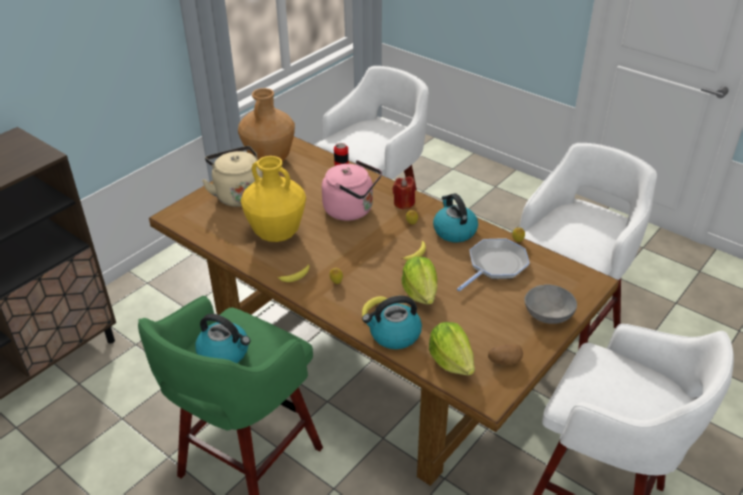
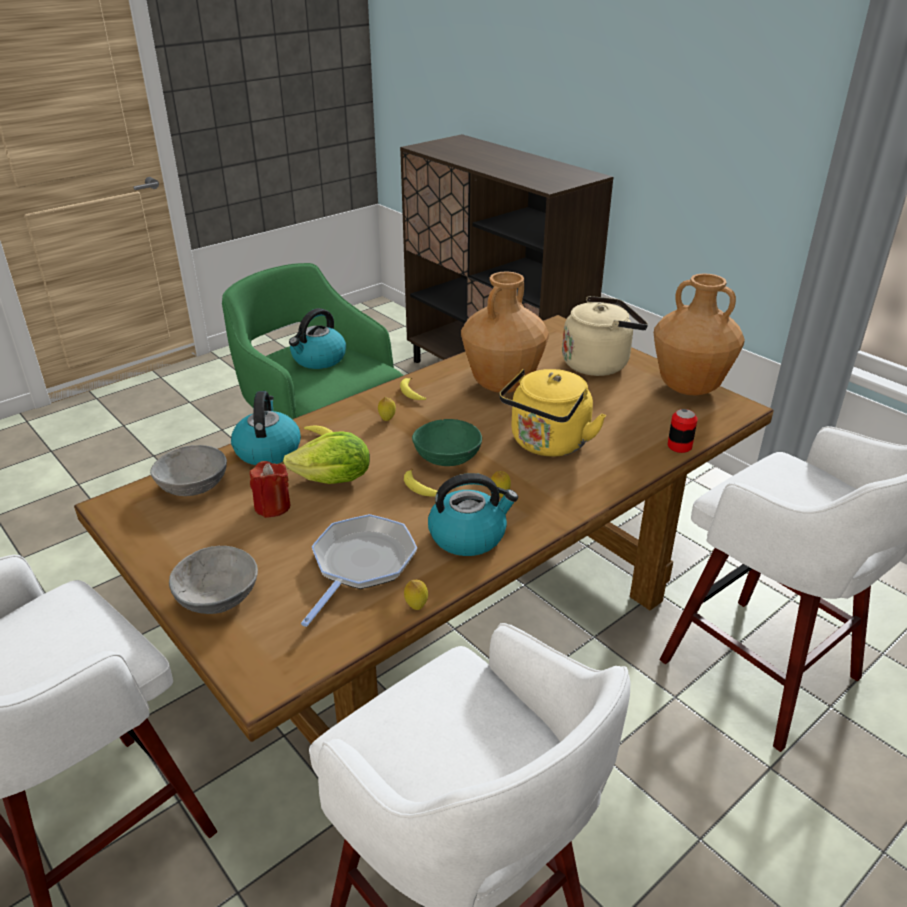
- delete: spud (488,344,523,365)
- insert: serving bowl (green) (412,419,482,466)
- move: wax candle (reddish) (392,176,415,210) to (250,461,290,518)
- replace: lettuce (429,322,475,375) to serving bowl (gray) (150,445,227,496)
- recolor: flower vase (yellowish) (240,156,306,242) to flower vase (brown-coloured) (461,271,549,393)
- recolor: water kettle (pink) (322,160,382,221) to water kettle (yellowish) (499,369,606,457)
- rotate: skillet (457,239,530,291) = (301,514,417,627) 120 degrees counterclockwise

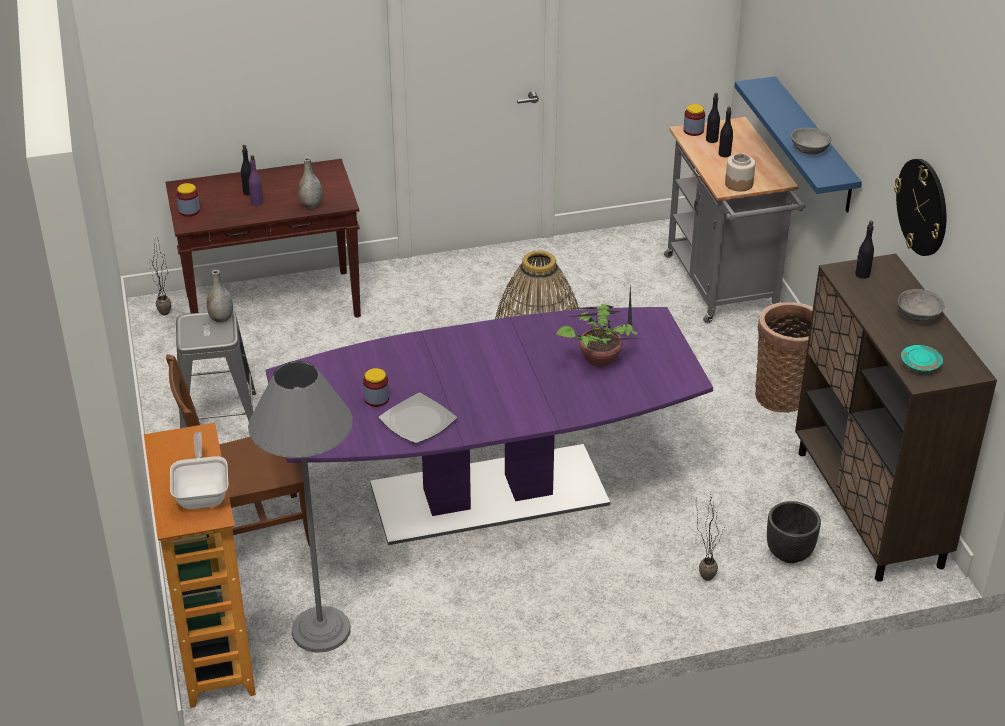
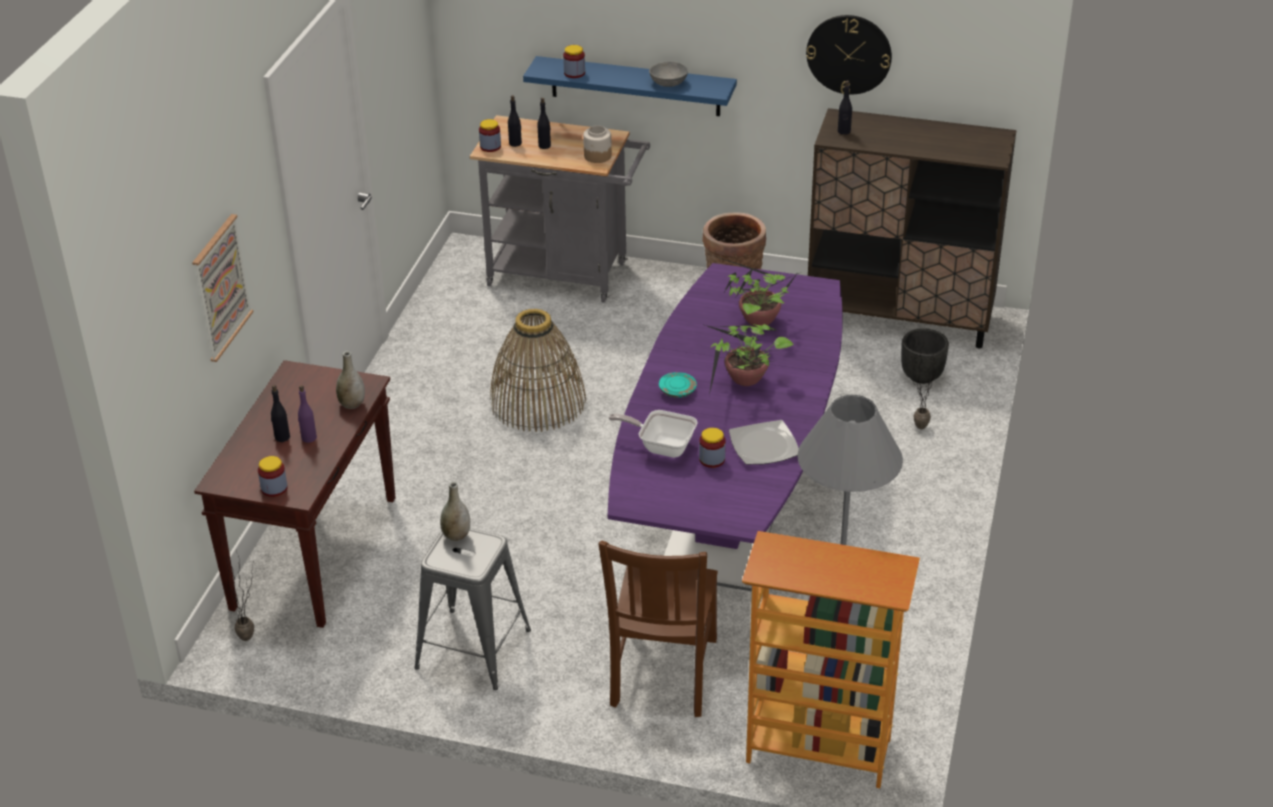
- delete: serving bowl (gray) (898,289,944,322)
- insert: wall picture (192,214,254,362)
- insert: storage jar (563,45,585,78)
- insert: houseplant (702,324,794,395)
- move: skillet (170,432,229,509) to (609,410,698,458)
- move: flat dish (blue-green) (901,345,943,373) to (659,372,697,398)

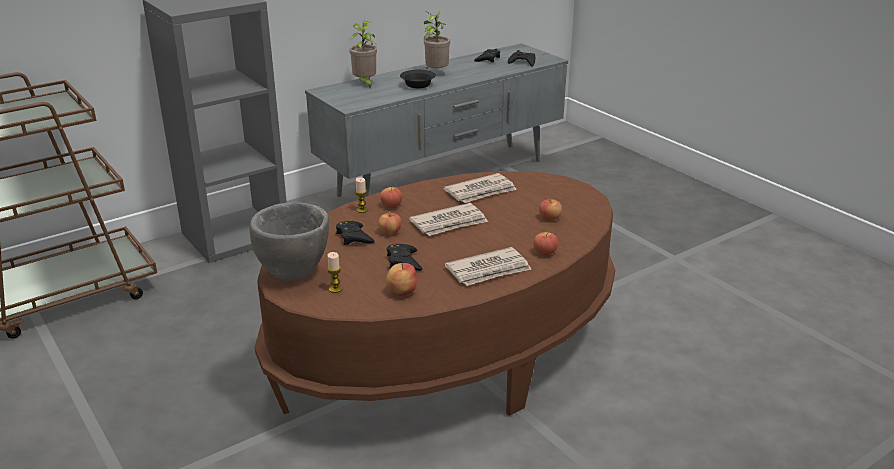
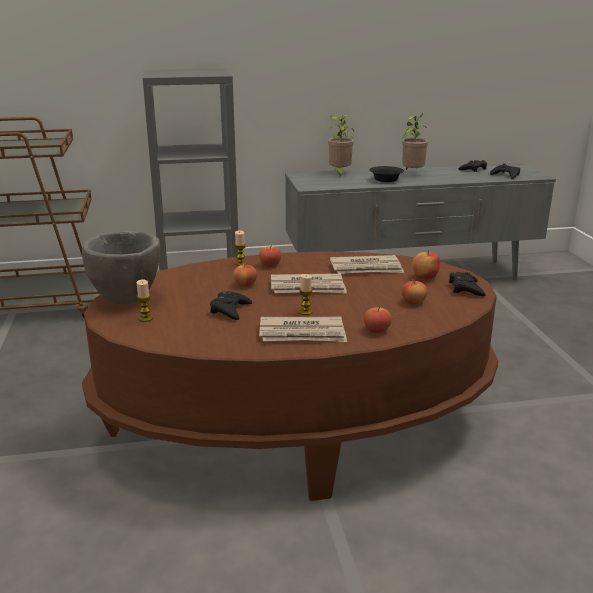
- insert: wax candle (299,274,313,315)
- move: gamepad (black-coloured) (336,221,375,245) to (449,271,486,296)
- move: whole apple (386,263,417,296) to (412,250,440,280)

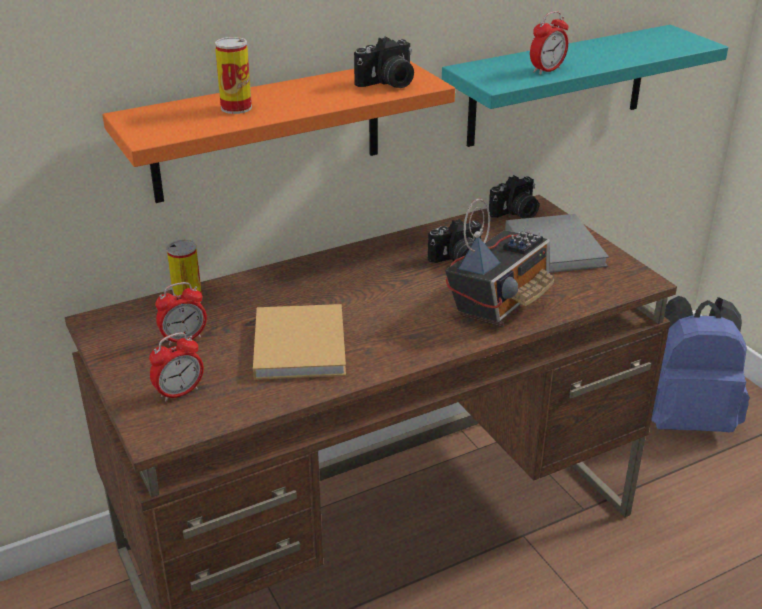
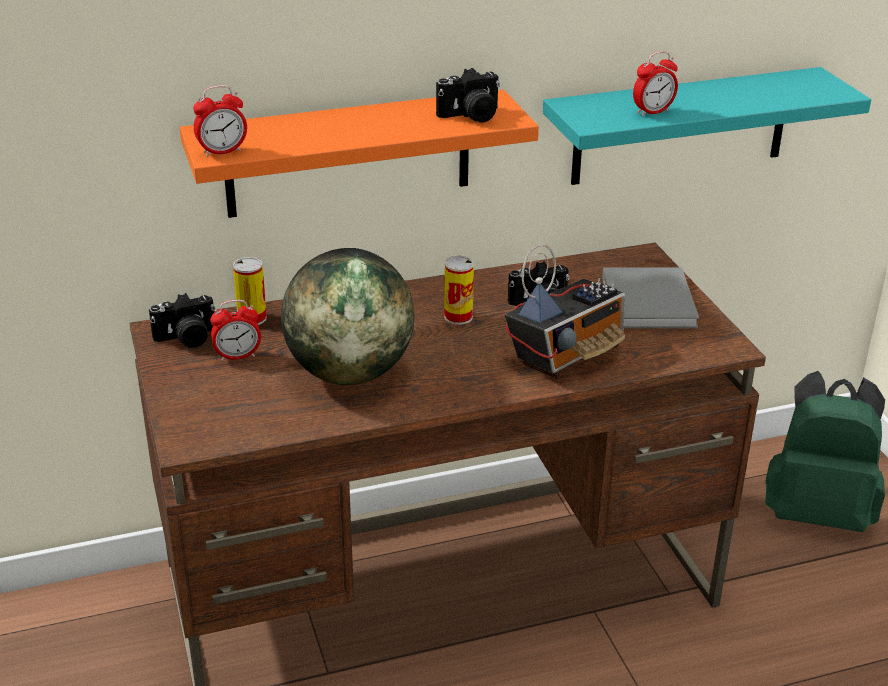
- move: bedside clock (149,332,204,402) to (193,85,247,157)
- move: metal can (215,37,252,114) to (444,256,474,325)
- move: still camera (489,175,539,218) to (149,293,215,348)
- replace: volume (beige) (253,304,346,380) to world globe (281,248,414,385)
- recolor: knapsack (blue-coloured) (651,296,750,432) to knapsack (green) (765,371,885,532)

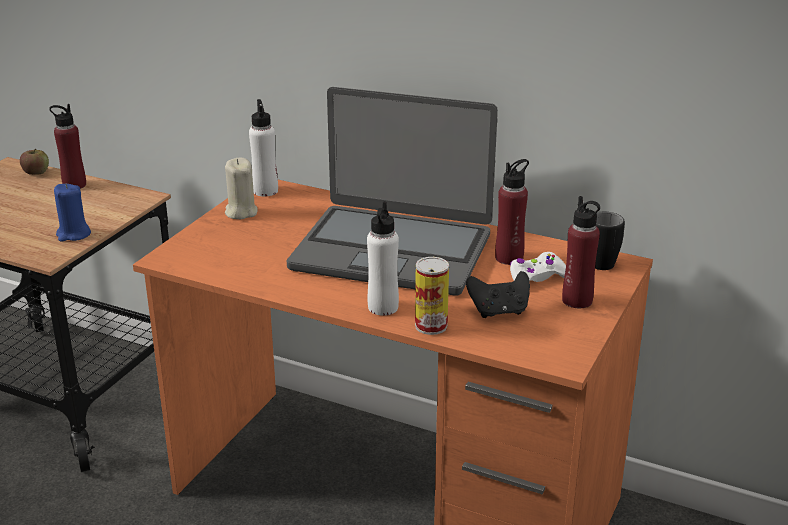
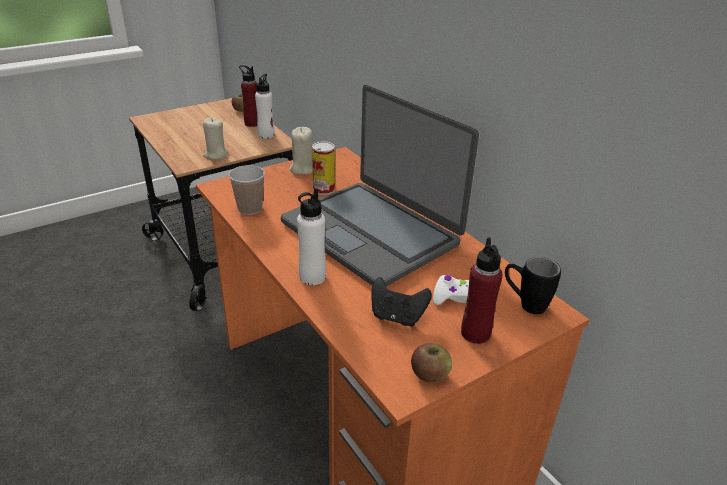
- delete: bottle (reddish) (495,159,529,265)
- insert: cup (229,165,265,215)
- insert: whole apple (411,343,452,382)
- move: bottle (white) (249,99,278,197) to (255,73,275,139)
- move: metal can (415,257,449,335) to (312,141,335,195)
- recolor: wax candle (blue-coloured) (54,184,91,242) to wax candle (beige) (203,118,228,159)

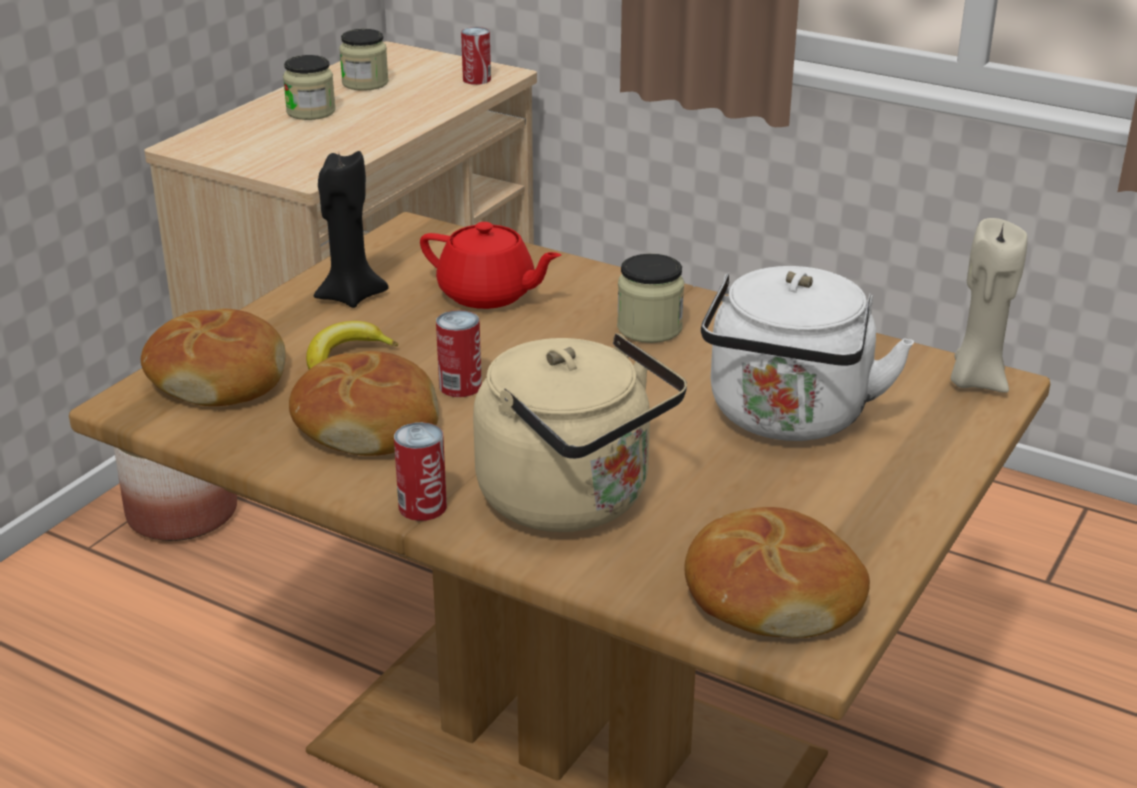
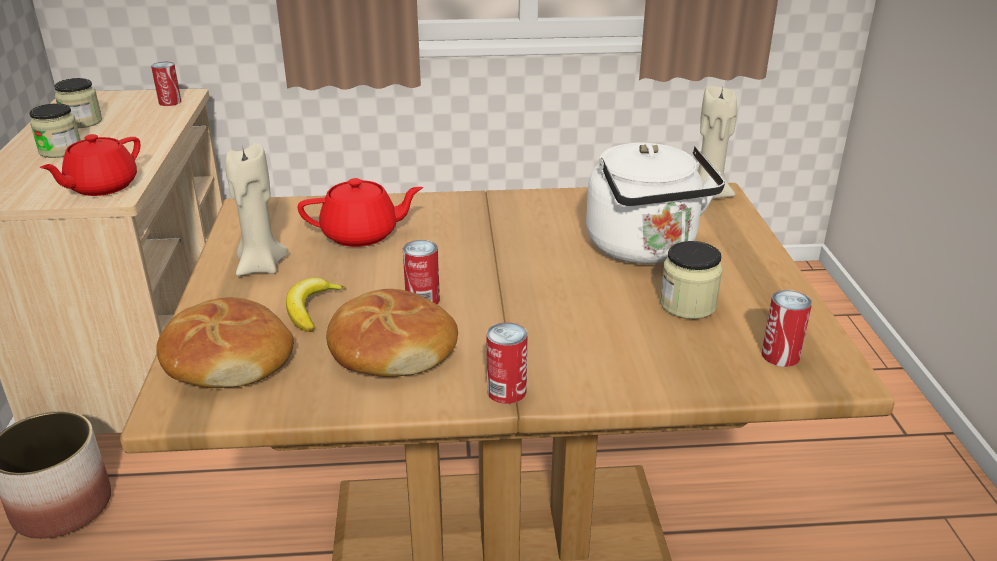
- delete: water kettle (beige) (473,333,687,532)
- insert: tea pot (reddish) (40,134,141,196)
- move: storage jar (617,254,684,343) to (660,241,723,319)
- replace: bakery bread (684,507,870,638) to metal can (761,290,812,367)
- recolor: wax candle (black-coloured) (314,151,389,308) to wax candle (beige) (226,143,288,276)

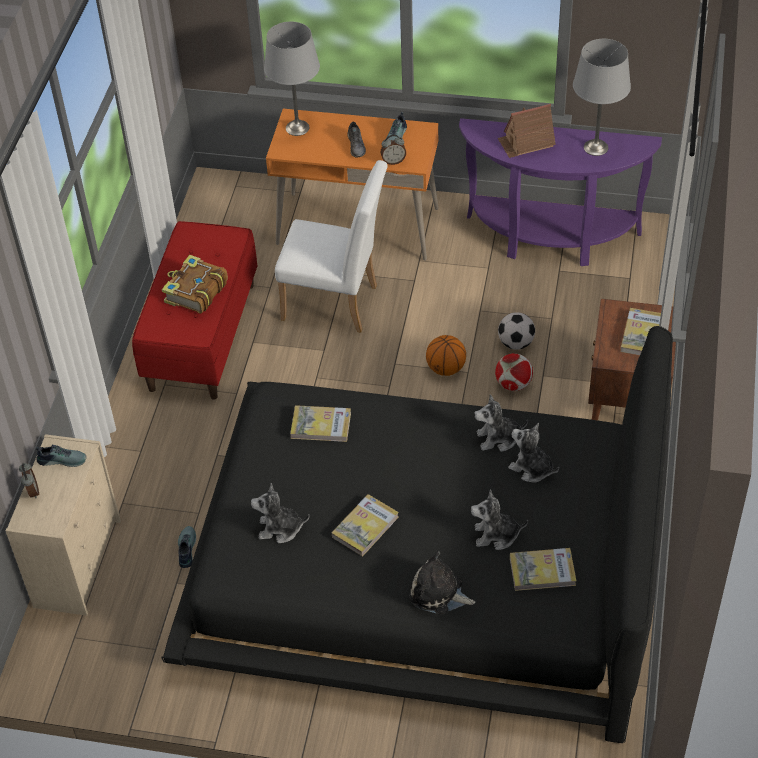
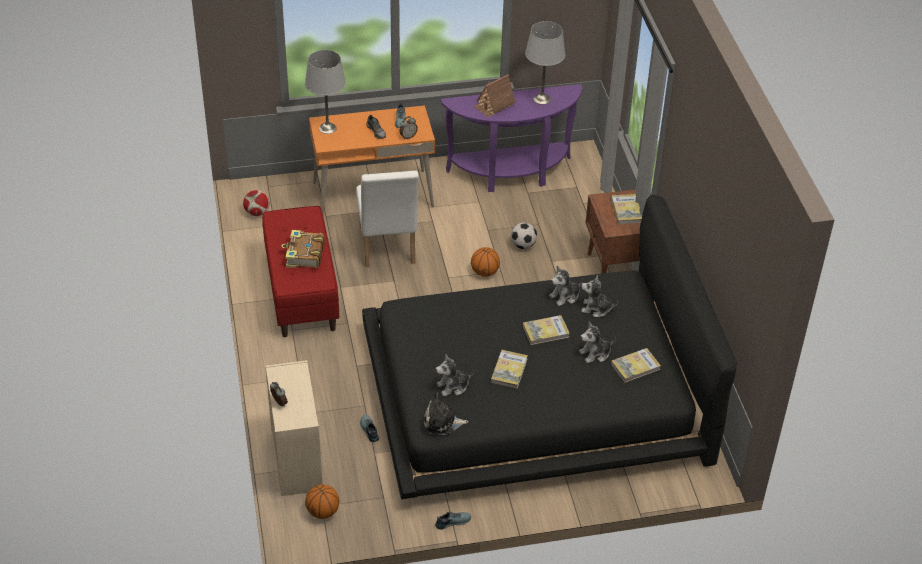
- insert: basketball ball (305,484,340,519)
- move: shoe (36,445,87,467) to (435,512,471,530)
- move: volume (290,405,351,442) to (523,315,570,345)
- move: plush toy (409,551,475,614) to (424,392,469,435)
- move: ball for football (495,353,533,391) to (243,190,269,216)
- rotate: upright chair (white) (275,160,388,333) = (356,170,419,267) 90 degrees clockwise

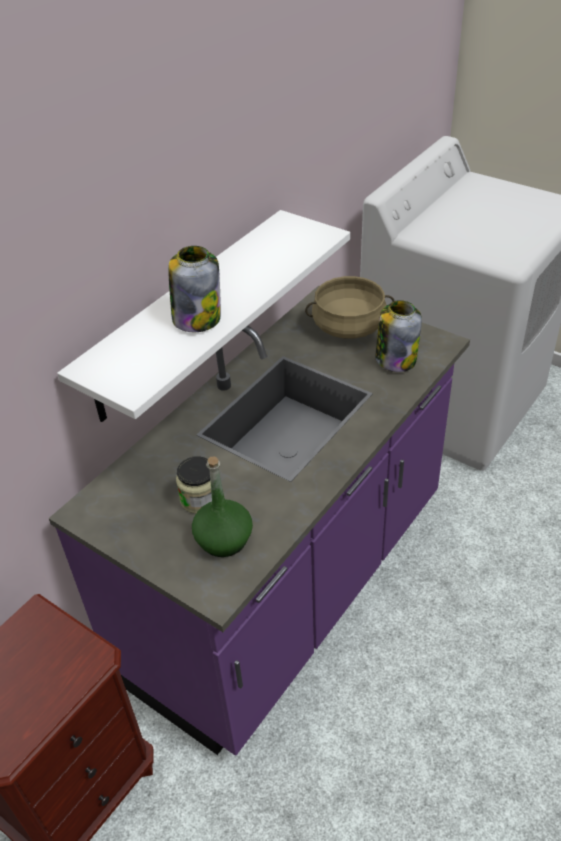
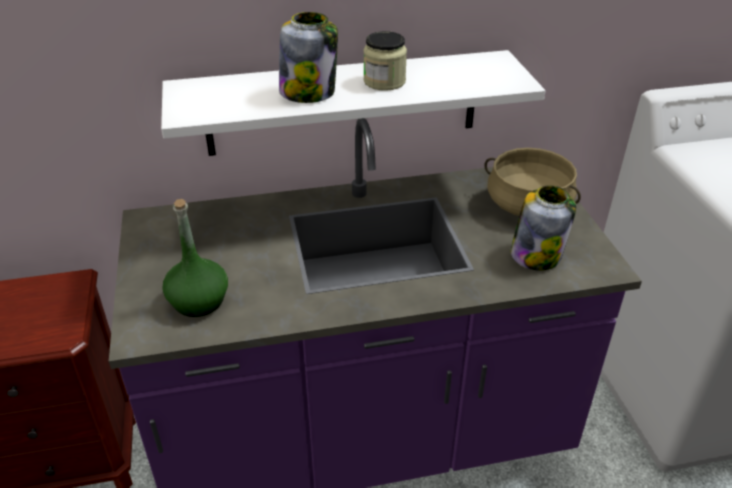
- move: storage jar (176,456,212,514) to (363,31,407,91)

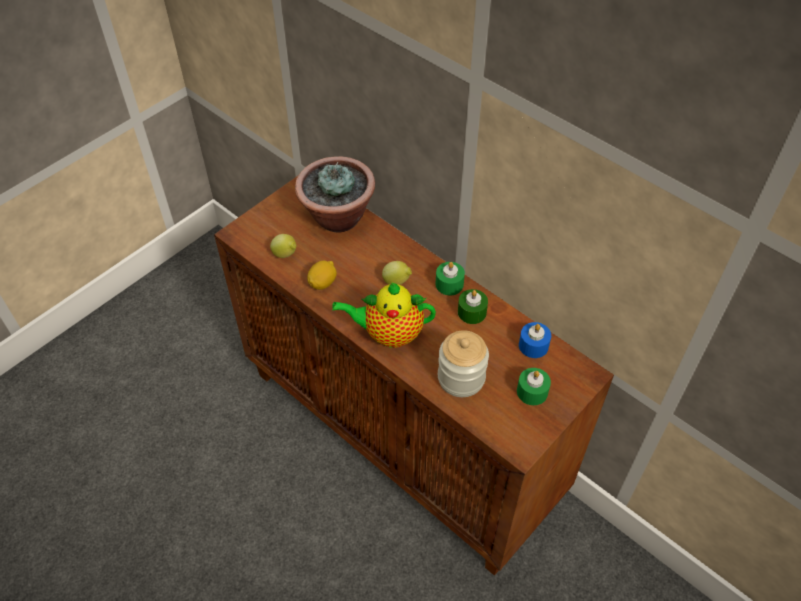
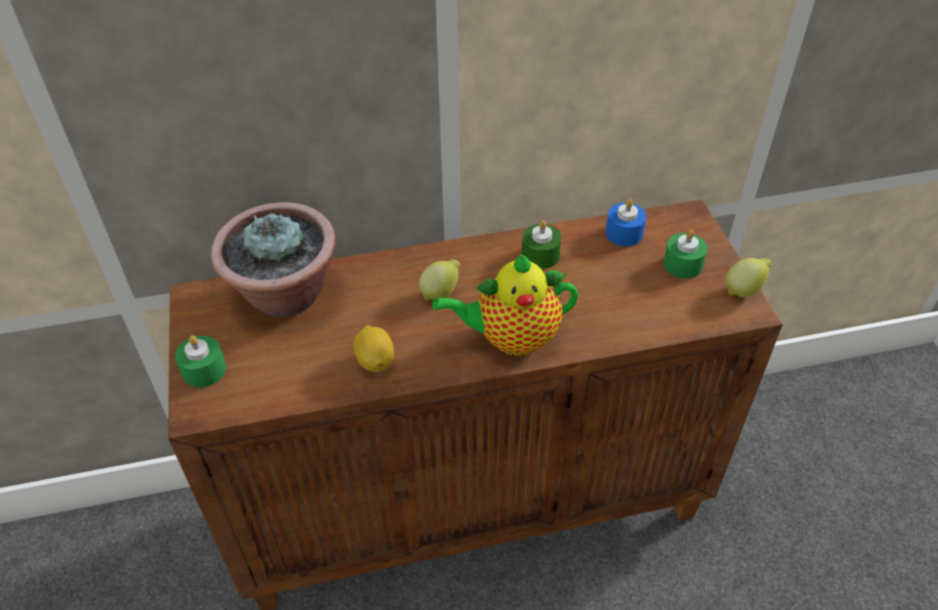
- delete: storage jar (438,330,489,397)
- move: whole lemon (270,234,296,258) to (725,258,772,297)
- move: wax candle (green) (436,262,465,295) to (175,335,226,388)
- rotate: tea pot (332,282,436,348) = (432,254,578,356) 45 degrees clockwise

